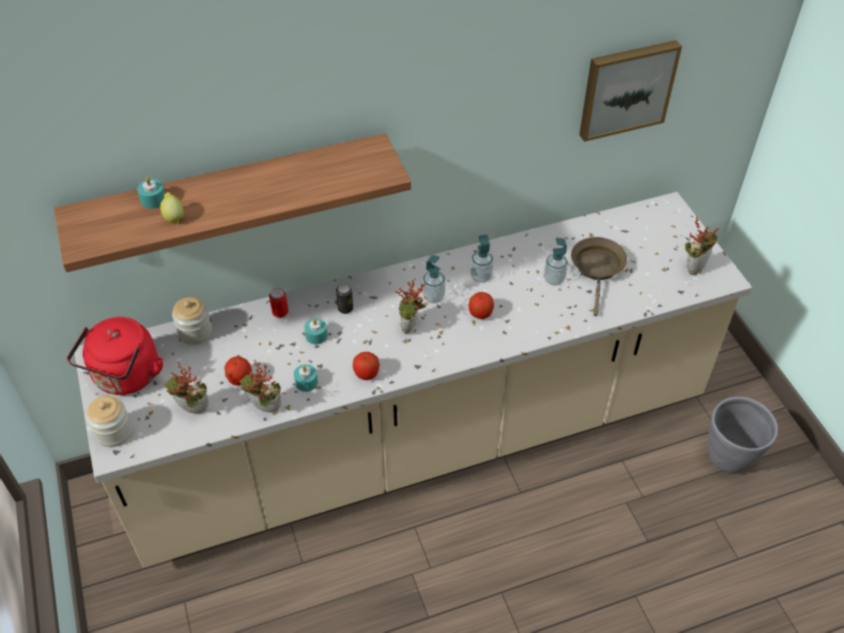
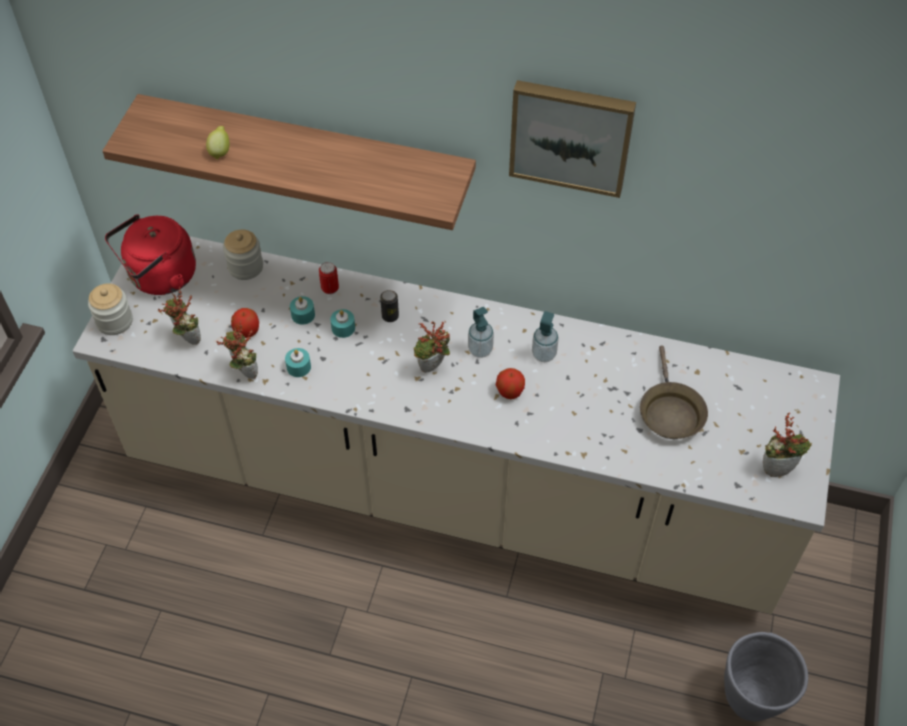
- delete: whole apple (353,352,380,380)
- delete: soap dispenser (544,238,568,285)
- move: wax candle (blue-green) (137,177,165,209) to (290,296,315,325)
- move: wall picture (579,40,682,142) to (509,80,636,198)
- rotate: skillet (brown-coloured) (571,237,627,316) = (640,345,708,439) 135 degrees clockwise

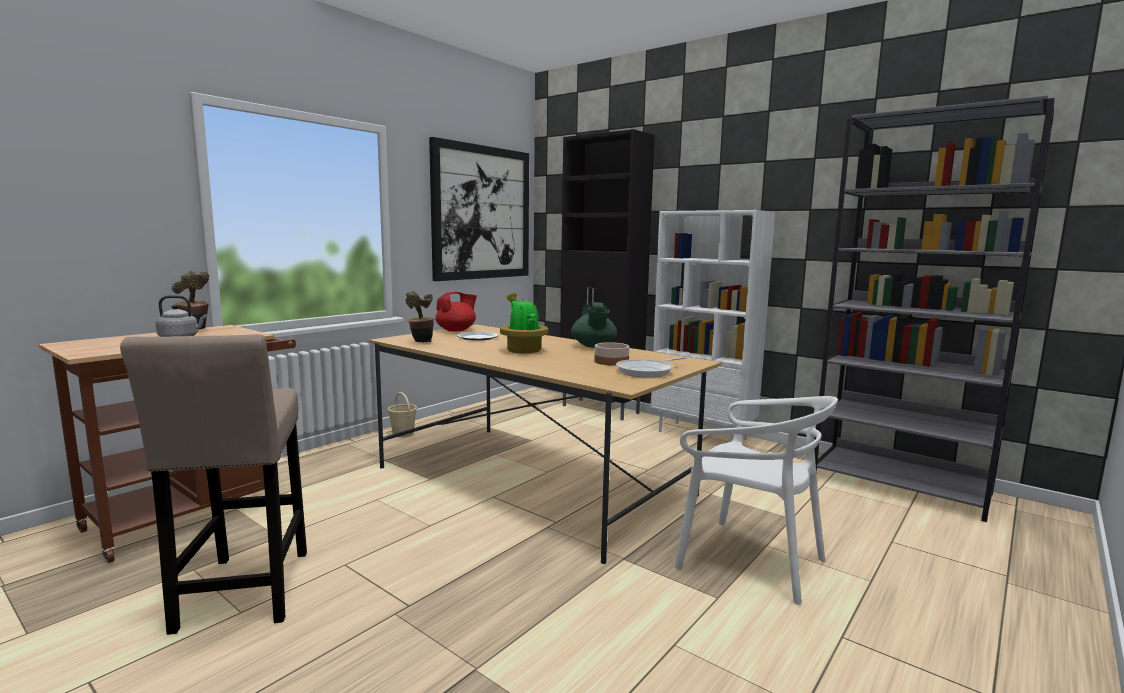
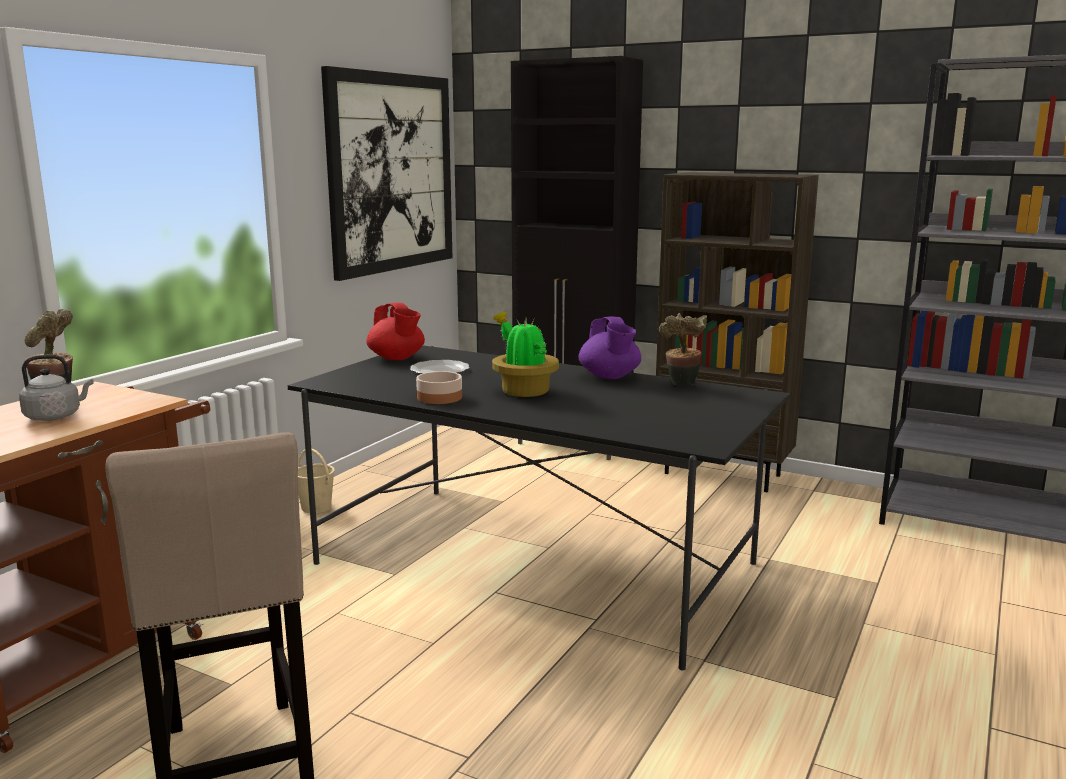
- delete: skillet (616,357,686,378)
- delete: upright chair (white) (674,396,838,605)
- move: houseplant (405,290,434,343) to (659,313,707,386)
- move: serving bowl (594,342,630,366) to (416,371,462,404)
- recolor: dining table (beige) (369,325,722,564) to dining table (black-coloured) (288,346,790,670)
- recolor: tea pot (green) (571,302,617,348) to tea pot (purple) (579,316,641,379)
- recolor: bookshelf (white) (651,210,775,442) to bookshelf (brown-coloured) (656,172,819,492)
- rotate: tea pot (reddish) (435,292,477,332) = (366,303,425,360) 105 degrees clockwise

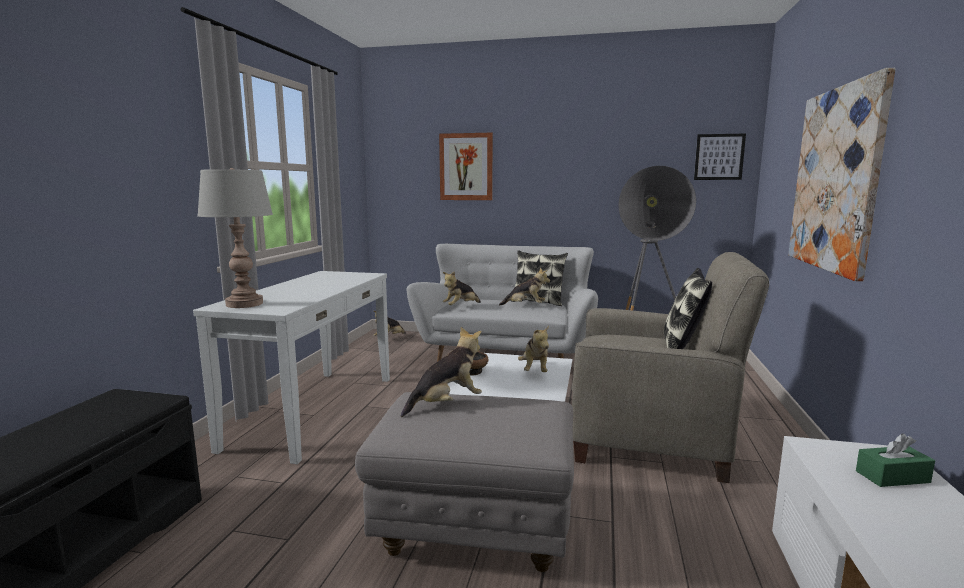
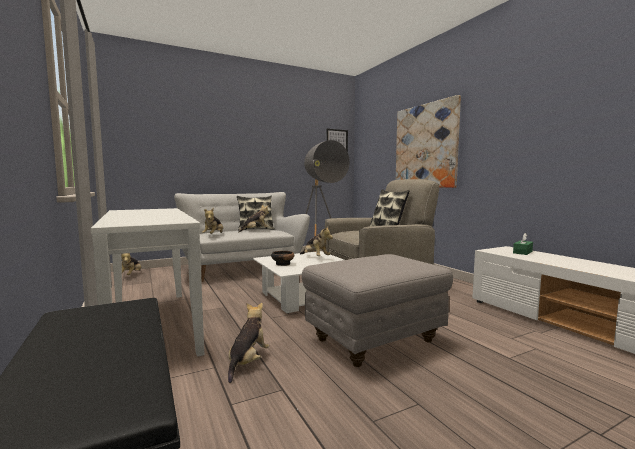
- delete: lamp for a table (gray) (197,168,273,308)
- delete: wall picture (439,133,493,200)
- move: plush toy (401,327,482,417) to (228,303,269,383)

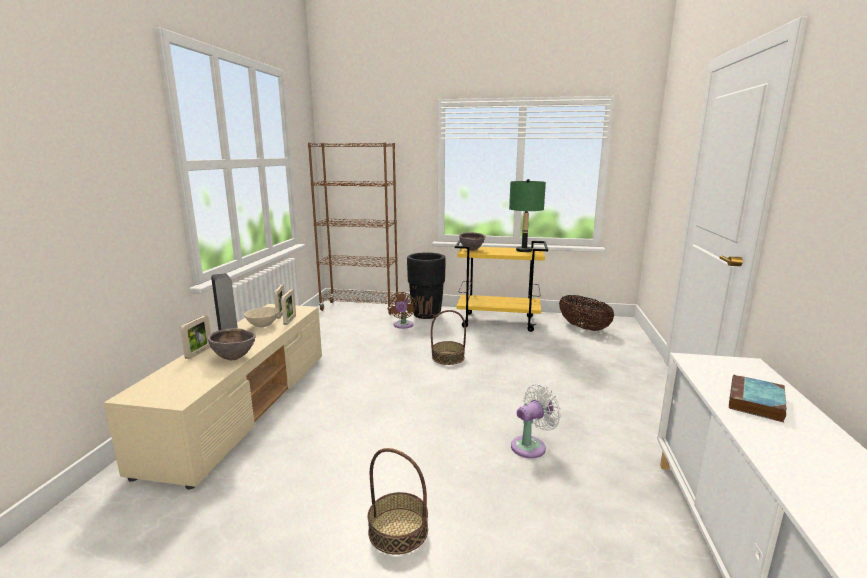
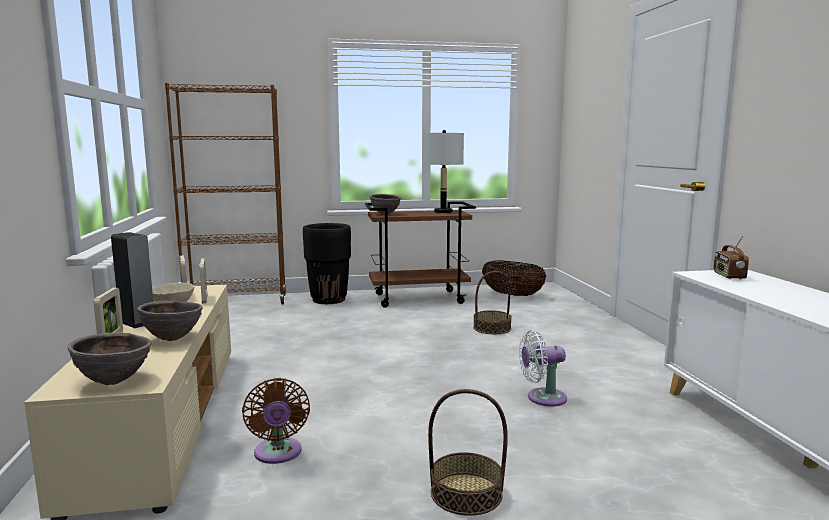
- delete: volume (729,374,787,422)
- insert: serving bowl (brown-coloured) (68,332,151,385)
- insert: radio (713,236,749,279)
- move: cooling fan (brown-coloured) (388,292,416,329) to (242,378,310,464)
- move: household basket (431,310,466,365) to (473,271,512,334)
- recolor: wheeled cart (yellowish) (455,239,548,332) to wheeled cart (brown-coloured) (365,201,476,308)
- recolor: lamp for a table (green) (509,179,546,252) to lamp for a table (gray) (424,130,464,213)
- rotate: cooling fan (white) (511,384,561,458) = (519,330,567,407) 135 degrees counterclockwise

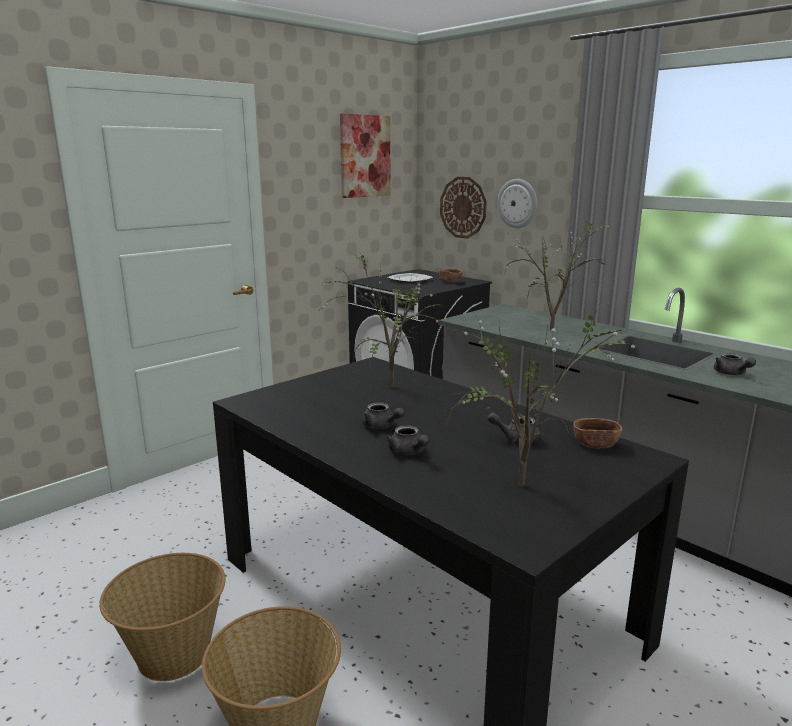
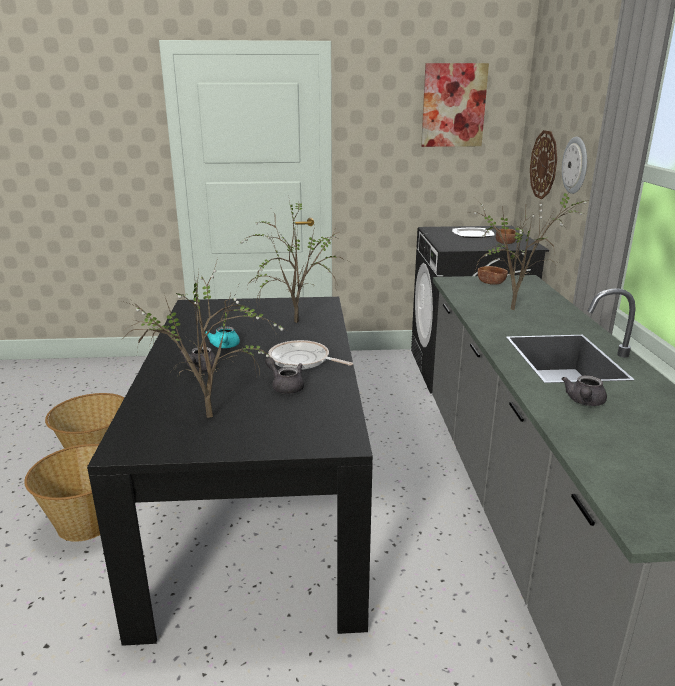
- insert: skillet (268,340,353,370)
- move: serving bowl (brown-coloured) (573,418,622,449) to (478,266,508,285)
- recolor: tea pot (gray) (362,403,405,429) to tea pot (blue-green) (205,326,240,348)

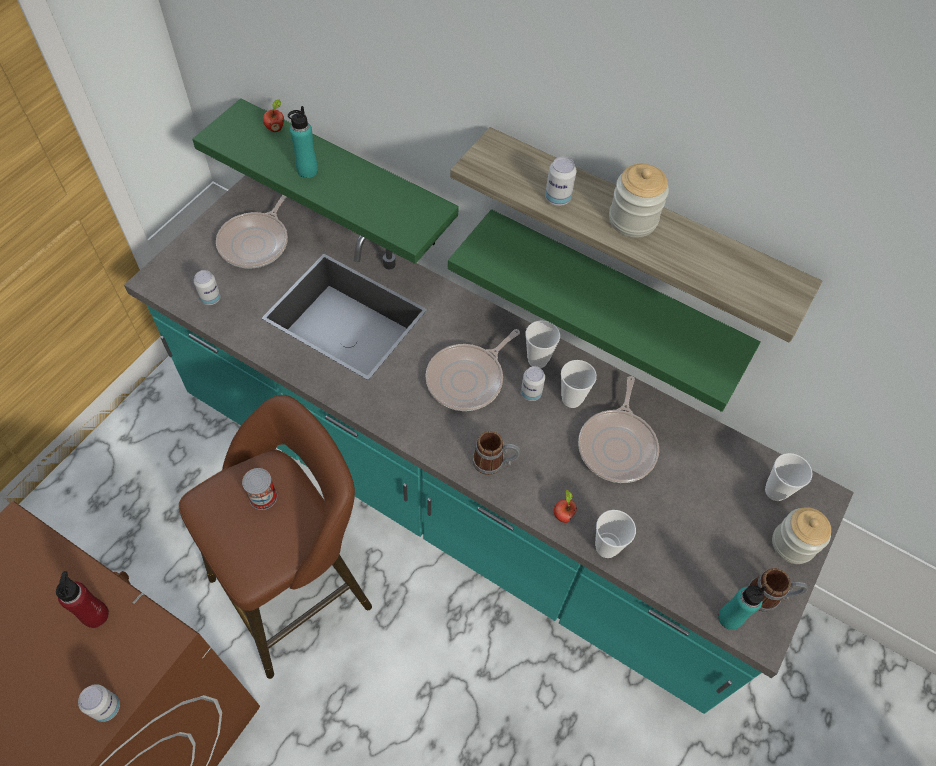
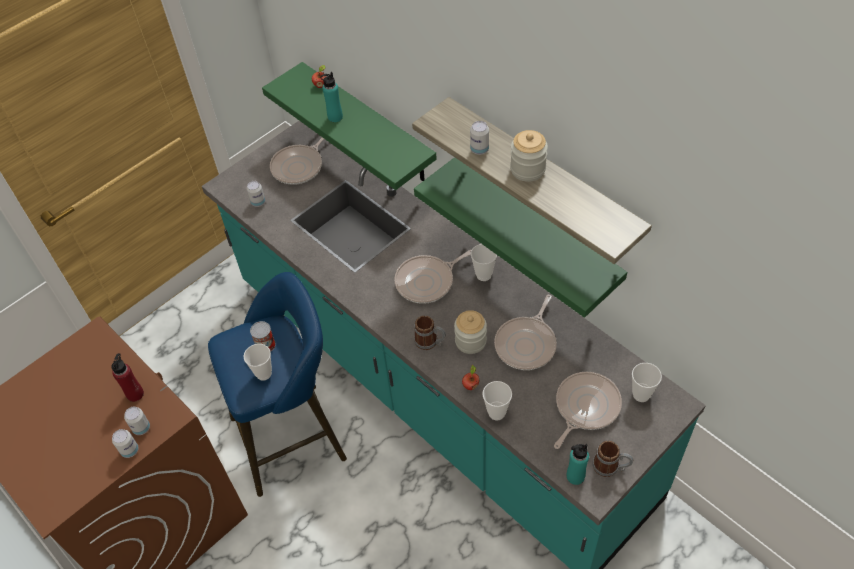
- insert: skillet (554,372,622,449)
- move: metal can (521,366,545,401) to (124,407,150,435)
- move: cup (561,360,597,408) to (244,344,272,381)
- move: storage jar (772,507,831,564) to (454,310,487,354)
- recolor: sitting stool (brown-coloured) (179,395,372,679) to sitting stool (blue-coloured) (208,272,347,497)

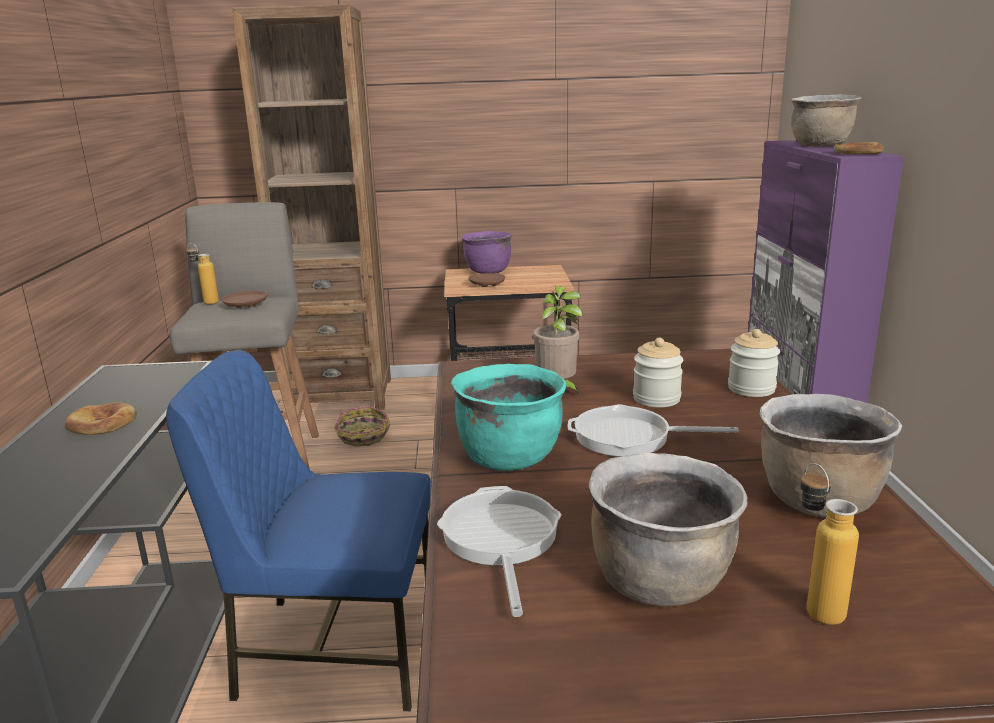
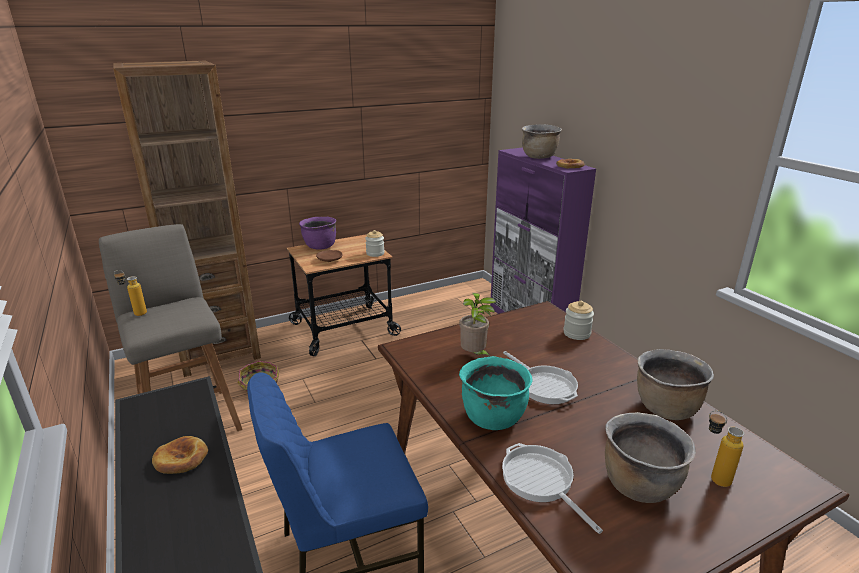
- delete: flat dish (brown-coloured) (222,291,267,308)
- move: storage jar (633,338,683,407) to (365,230,385,257)
- rotate: skillet (568,404,738,457) = (503,351,578,404) 105 degrees counterclockwise

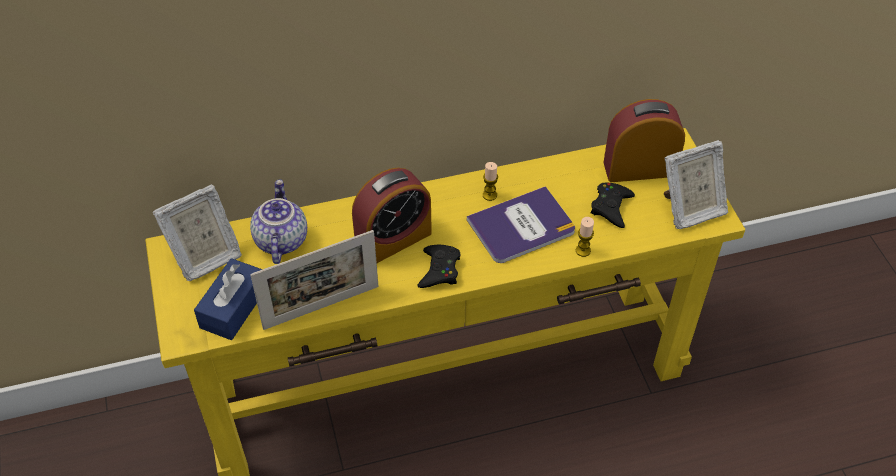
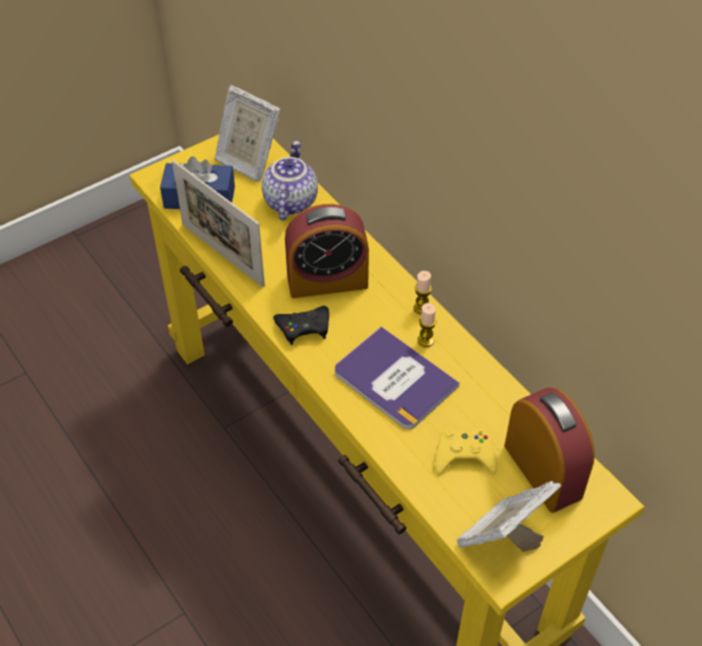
- move: wax candle (576,217,594,257) to (414,271,432,314)
- recolor: gamepad (black-coloured) (590,183,635,228) to gamepad (yellowish) (435,428,497,475)
- rotate: tea pot (250,179,307,264) = (262,141,318,220) 60 degrees counterclockwise
- rotate: bedside clock (352,168,432,263) = (285,204,369,298) 45 degrees counterclockwise
- rotate: picture frame (664,140,728,229) = (457,481,561,552) 90 degrees clockwise

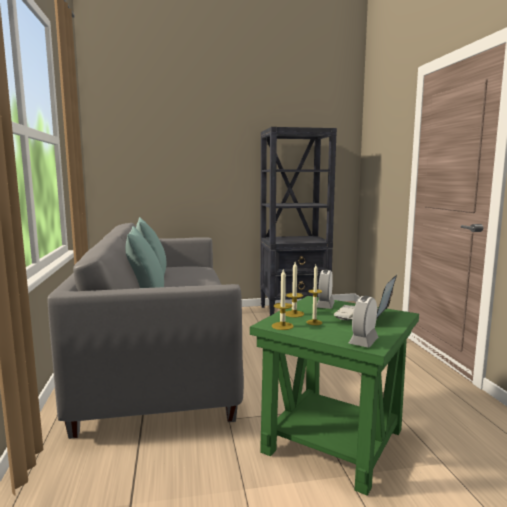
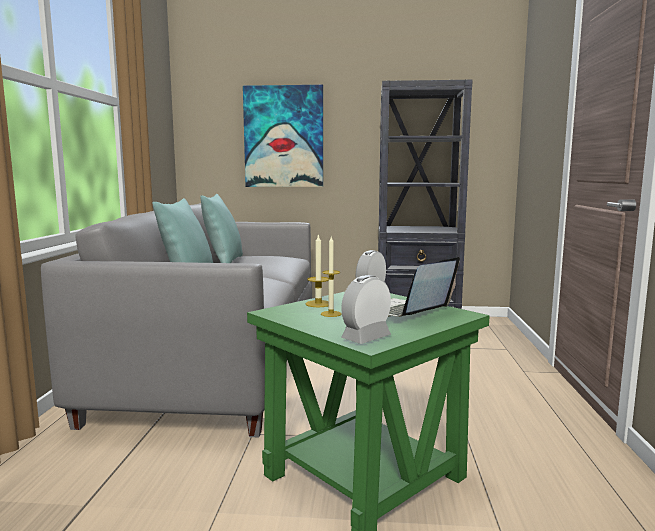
- delete: wax candle (272,268,294,330)
- insert: wall picture (243,85,323,187)

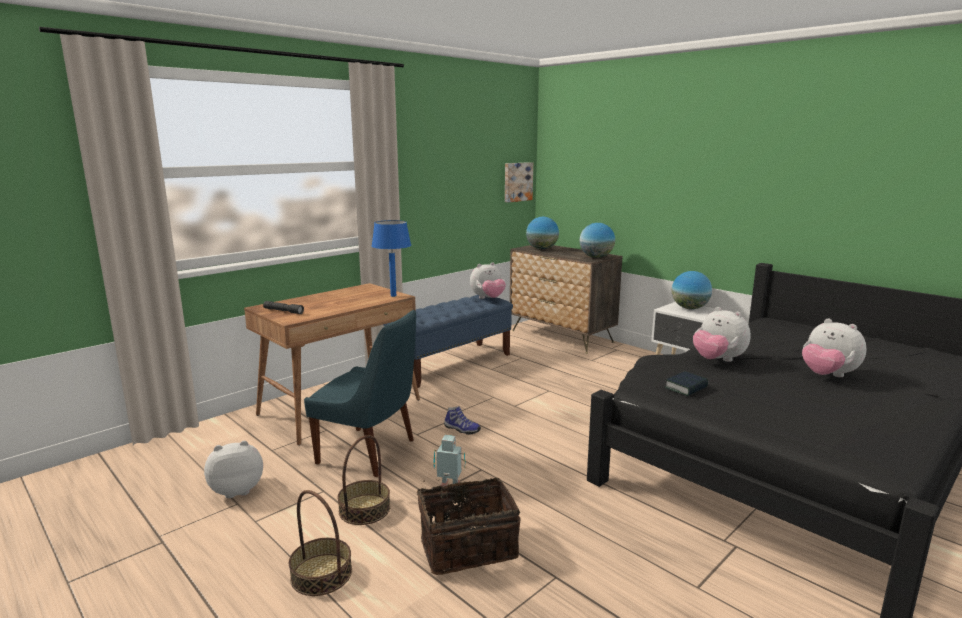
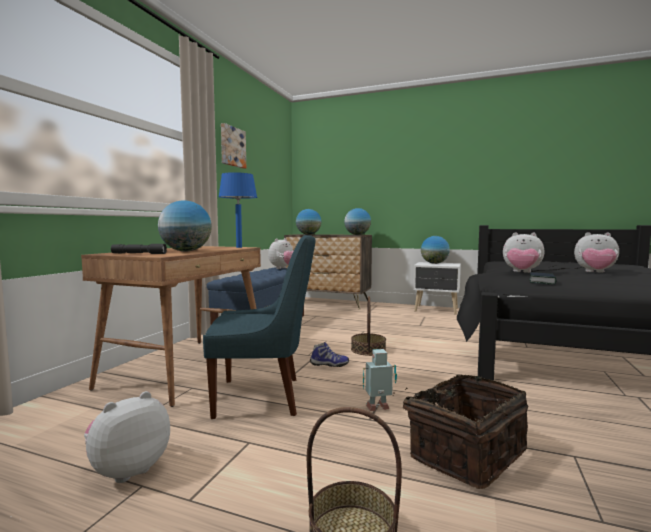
- insert: world globe (158,200,212,252)
- move: household basket (337,435,391,525) to (351,296,386,356)
- move: wall picture (505,162,533,203) to (221,123,246,169)

